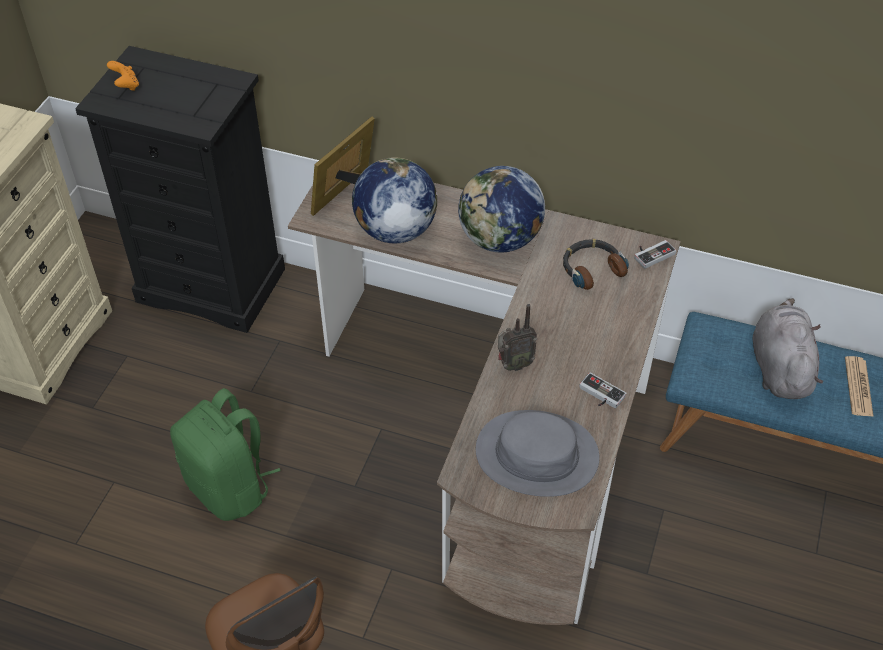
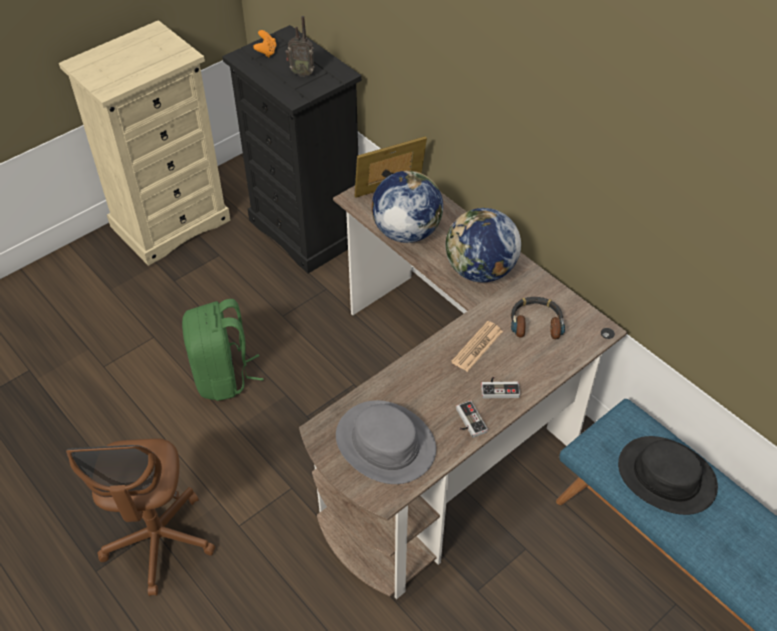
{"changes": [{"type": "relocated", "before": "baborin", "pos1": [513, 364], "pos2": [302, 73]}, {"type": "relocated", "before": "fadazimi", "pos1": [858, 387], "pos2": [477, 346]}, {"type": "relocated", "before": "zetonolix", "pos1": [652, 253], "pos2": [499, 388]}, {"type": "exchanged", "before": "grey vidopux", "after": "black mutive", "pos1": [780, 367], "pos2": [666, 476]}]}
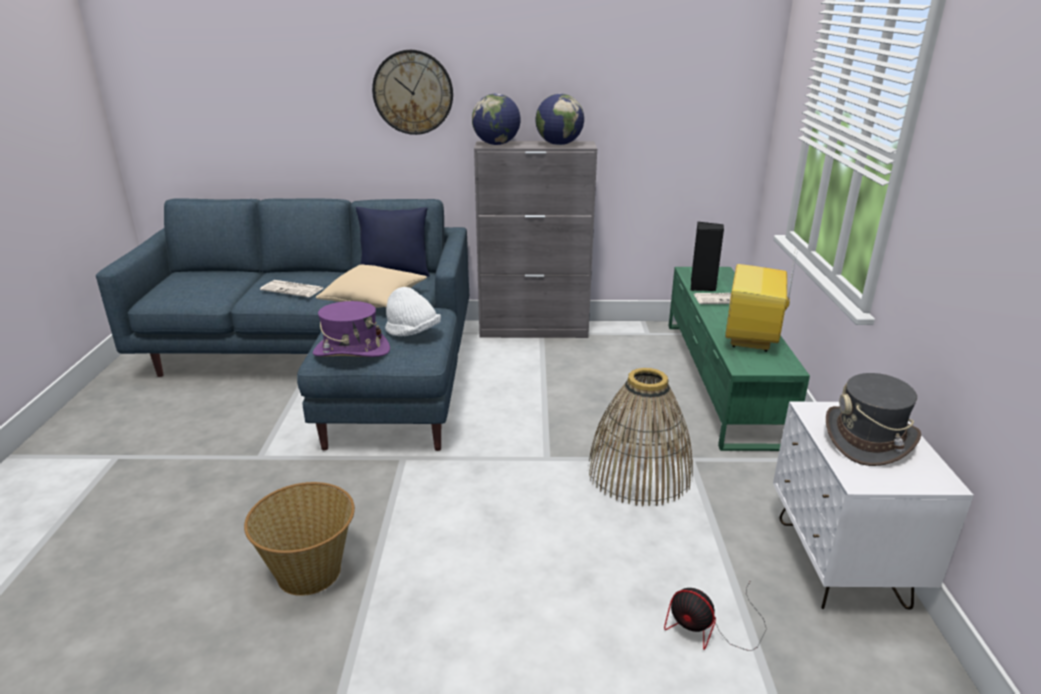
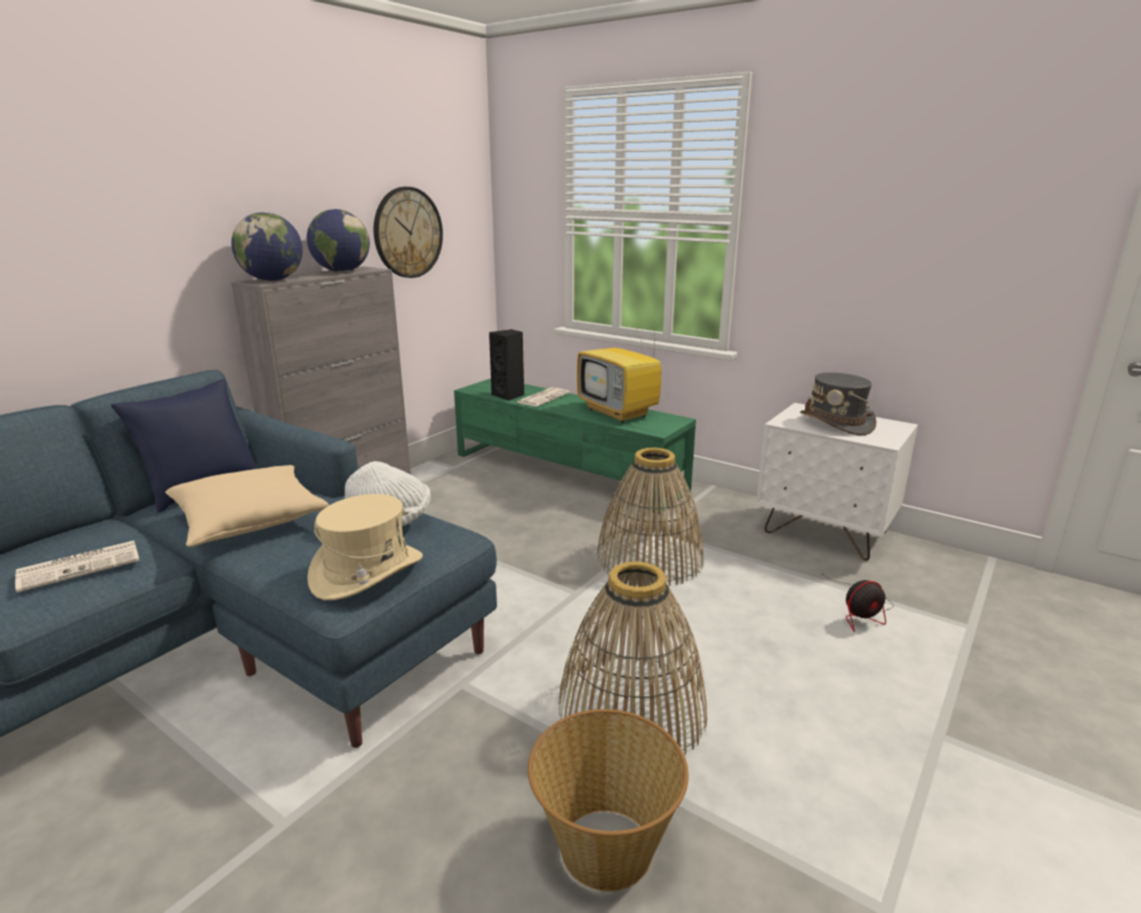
{"changes": [{"type": "colour", "before": "purple mutive", "after": "beige mutive", "pos1": [351, 351], "pos2": [367, 572]}, {"type": "relocated", "before": "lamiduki", "pos1": [413, 92], "pos2": [408, 233]}, {"type": "appeared", "after": "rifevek", "pos2": [631, 711]}]}
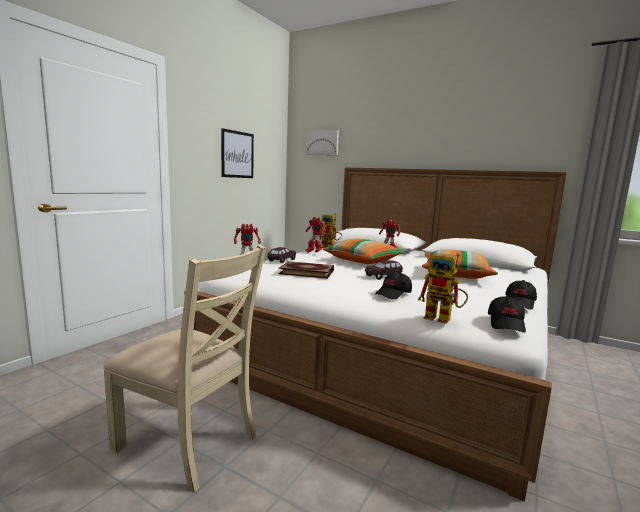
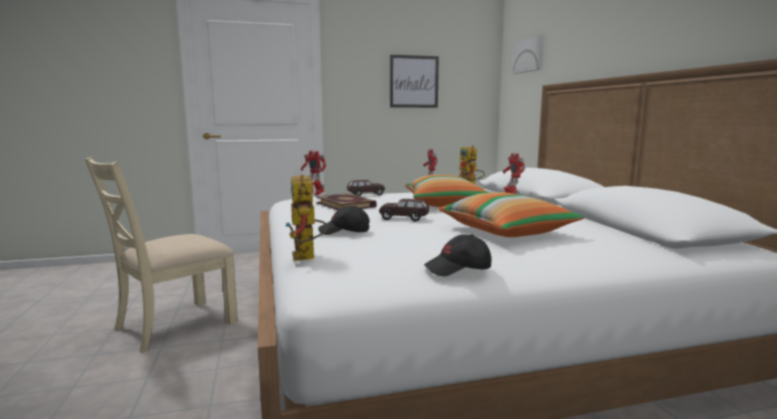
{"changes": [{"type": "spun", "before": "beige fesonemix", "pos1": [188, 441], "pos2": [174, 325], "turn": 60}, {"type": "missing", "before": "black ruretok", "pos1": [506, 324]}]}
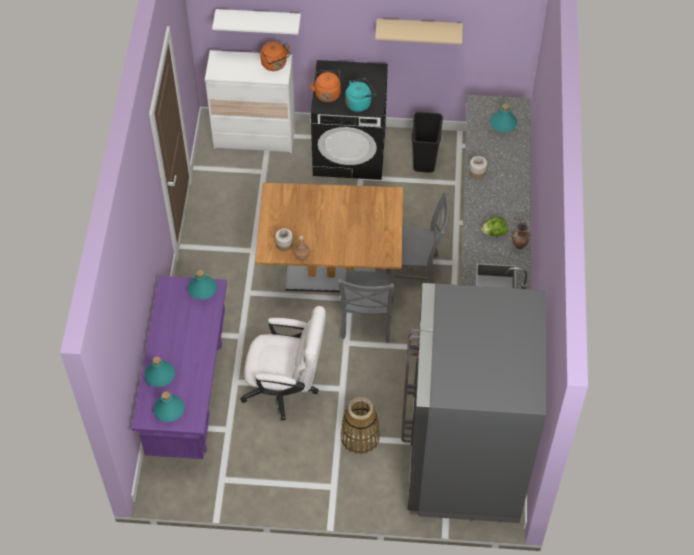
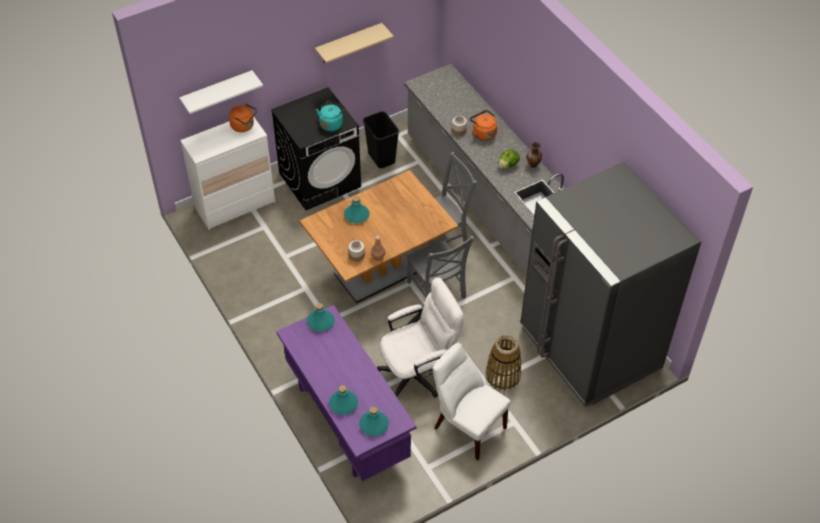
{"changes": [{"type": "relocated", "before": "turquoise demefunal", "pos1": [503, 124], "pos2": [356, 215]}, {"type": "appeared", "after": "white fesonemix", "pos2": [467, 426]}, {"type": "relocated", "before": "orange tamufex", "pos1": [327, 93], "pos2": [483, 134]}]}
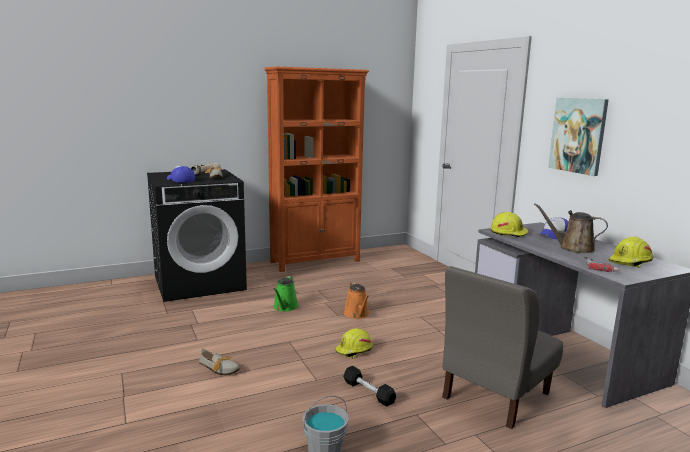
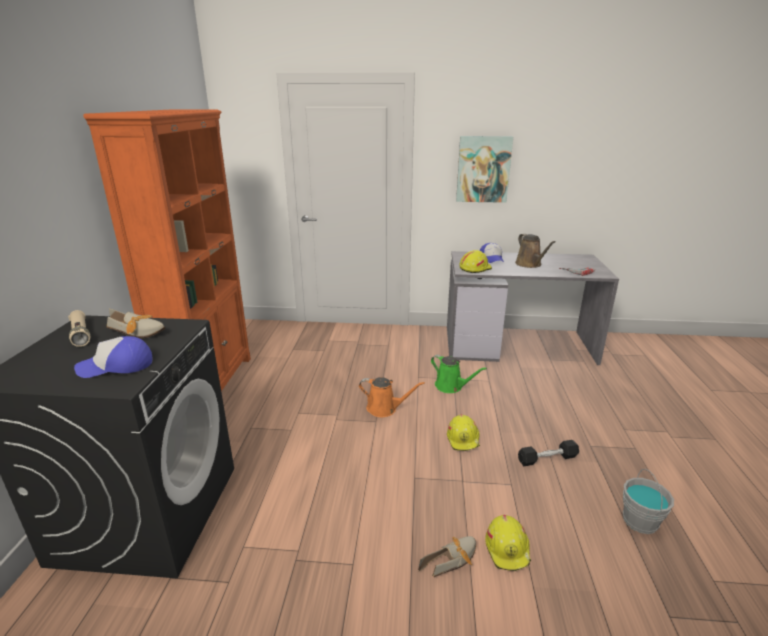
{"changes": [{"type": "relocated", "before": "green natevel", "pos1": [285, 307], "pos2": [451, 386]}, {"type": "relocated", "before": "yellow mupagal", "pos1": [630, 262], "pos2": [508, 549]}, {"type": "spun", "before": "brown natevel", "pos1": [572, 248], "pos2": [530, 264], "turn": -75}, {"type": "missing", "before": "grey fesonemix", "pos1": [495, 395]}]}
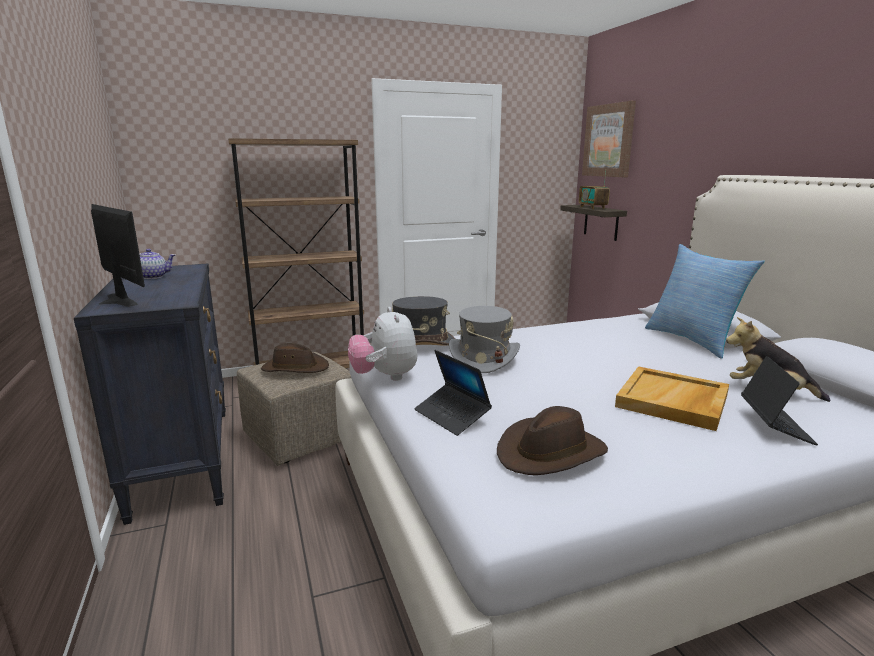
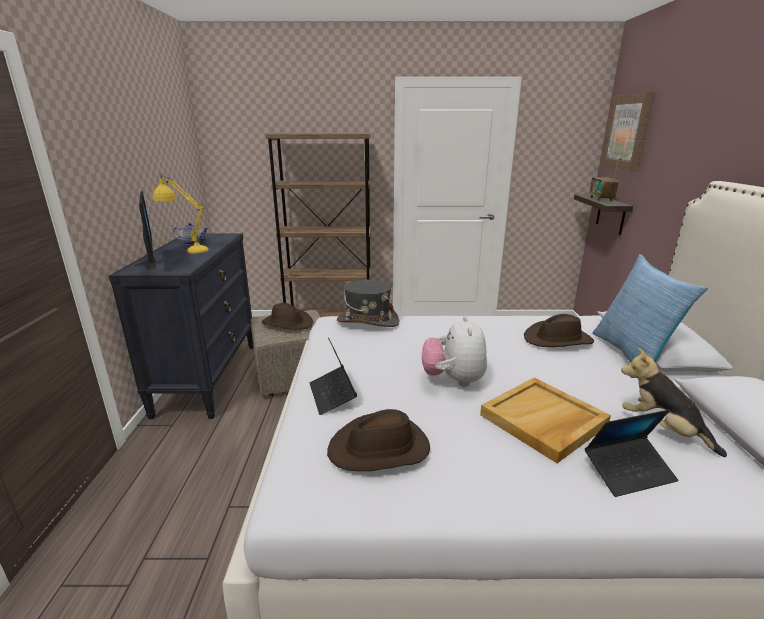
{"changes": [{"type": "appeared", "after": "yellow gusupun", "pos2": [187, 250]}, {"type": "relocated", "before": "vidopux", "pos1": [384, 377], "pos2": [453, 380]}, {"type": "appeared", "after": "brown mutive", "pos2": [558, 339]}, {"type": "spun", "before": "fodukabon", "pos1": [774, 425], "pos2": [628, 471], "turn": 45}, {"type": "missing", "before": "grey mutive", "pos1": [483, 358]}]}
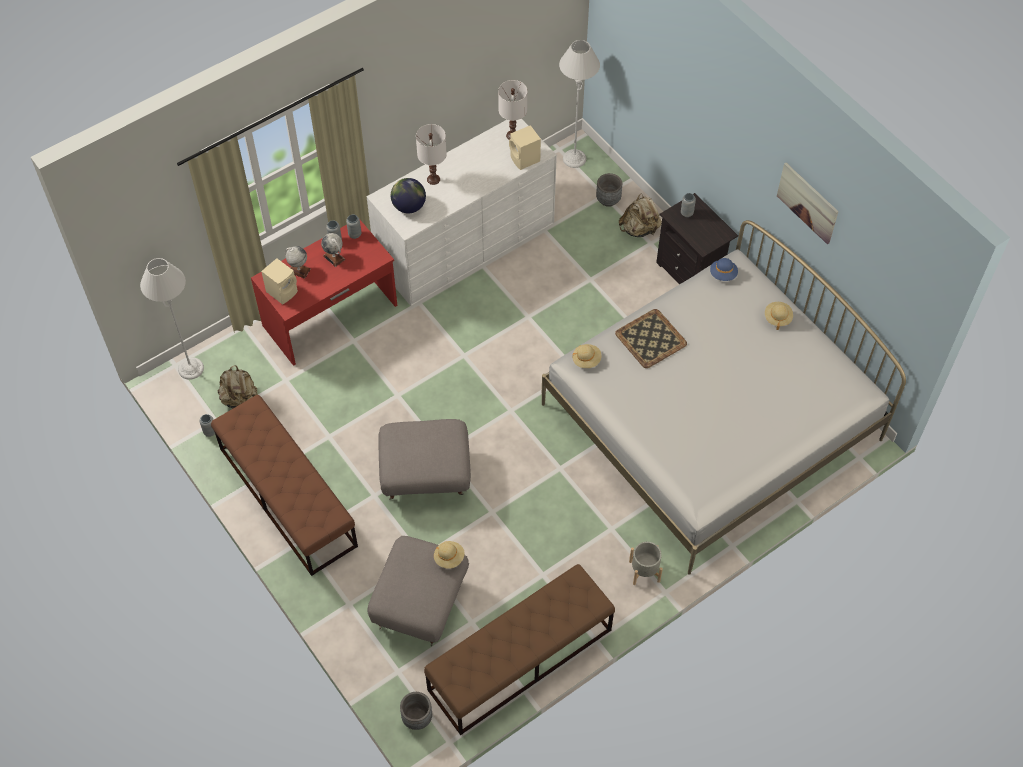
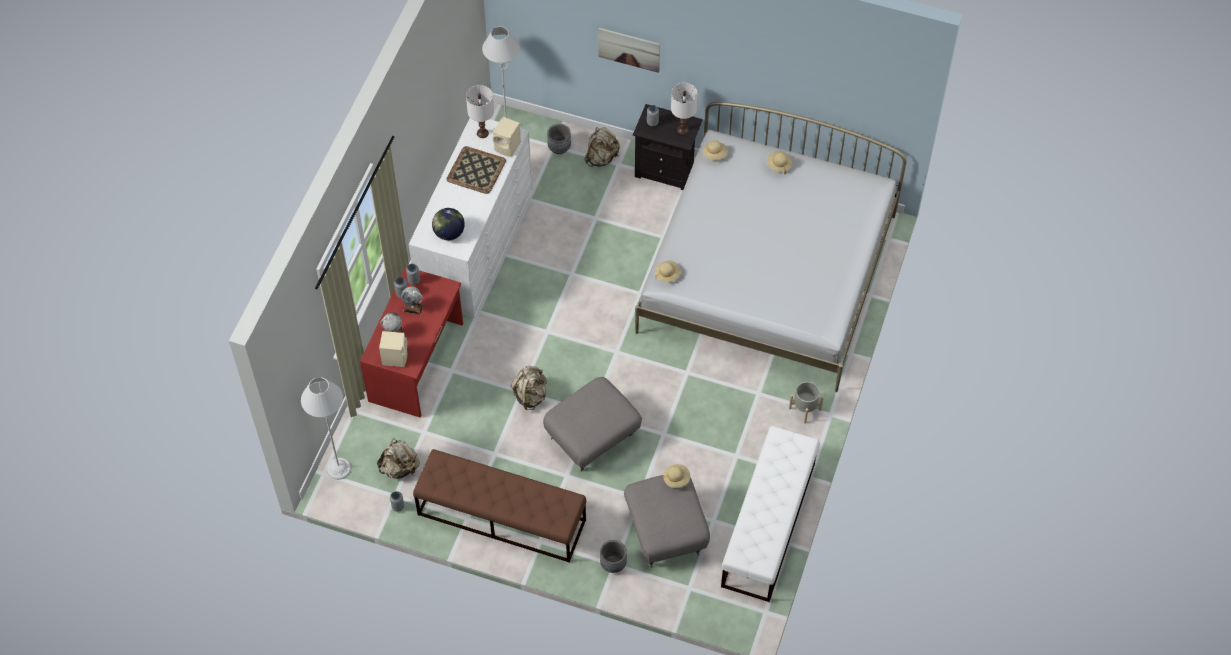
{"changes": [{"type": "relocated", "before": "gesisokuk", "pos1": [650, 338], "pos2": [475, 170]}, {"type": "appeared", "after": "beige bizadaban", "pos2": [531, 395]}, {"type": "relocated", "before": "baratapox", "pos1": [807, 202], "pos2": [629, 49]}, {"type": "relocated", "before": "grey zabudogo", "pos1": [417, 717], "pos2": [613, 563]}, {"type": "relocated", "before": "white gusupun", "pos1": [433, 179], "pos2": [682, 130]}, {"type": "colour", "before": "blue mutive", "after": "beige mutive", "pos1": [723, 274], "pos2": [714, 155]}, {"type": "colour", "before": "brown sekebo", "after": "white sekebo", "pos1": [519, 660], "pos2": [768, 525]}]}
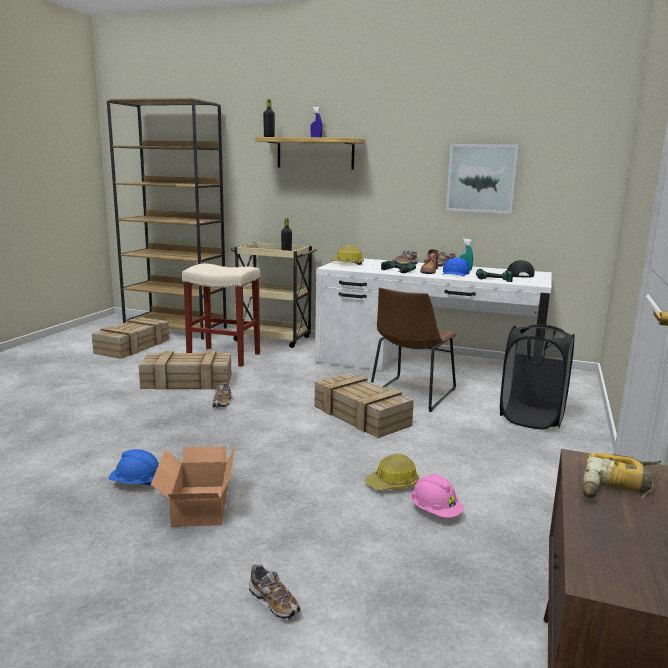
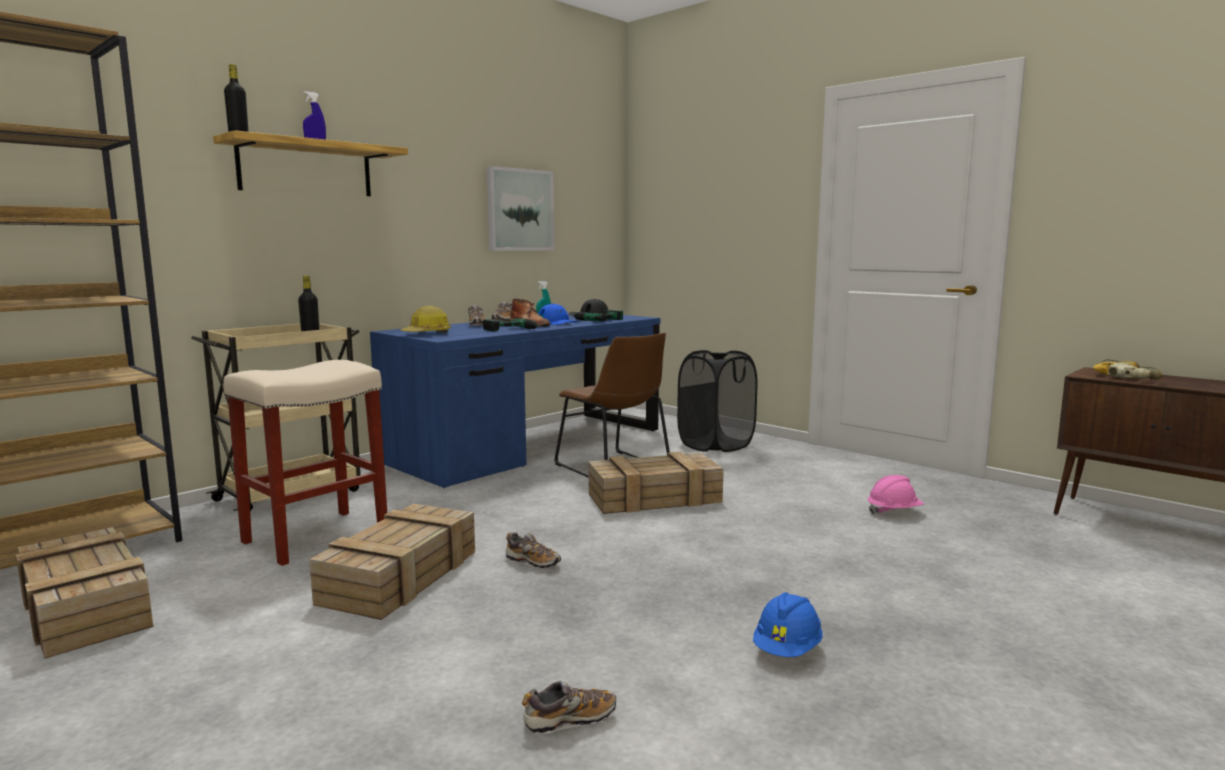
{"changes": [{"type": "colour", "before": "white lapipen", "after": "blue lapipen", "pos1": [428, 364], "pos2": [529, 446]}, {"type": "relocated", "before": "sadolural", "pos1": [273, 603], "pos2": [569, 720]}, {"type": "missing", "before": "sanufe", "pos1": [197, 506]}, {"type": "missing", "before": "mupagal", "pos1": [393, 483]}]}
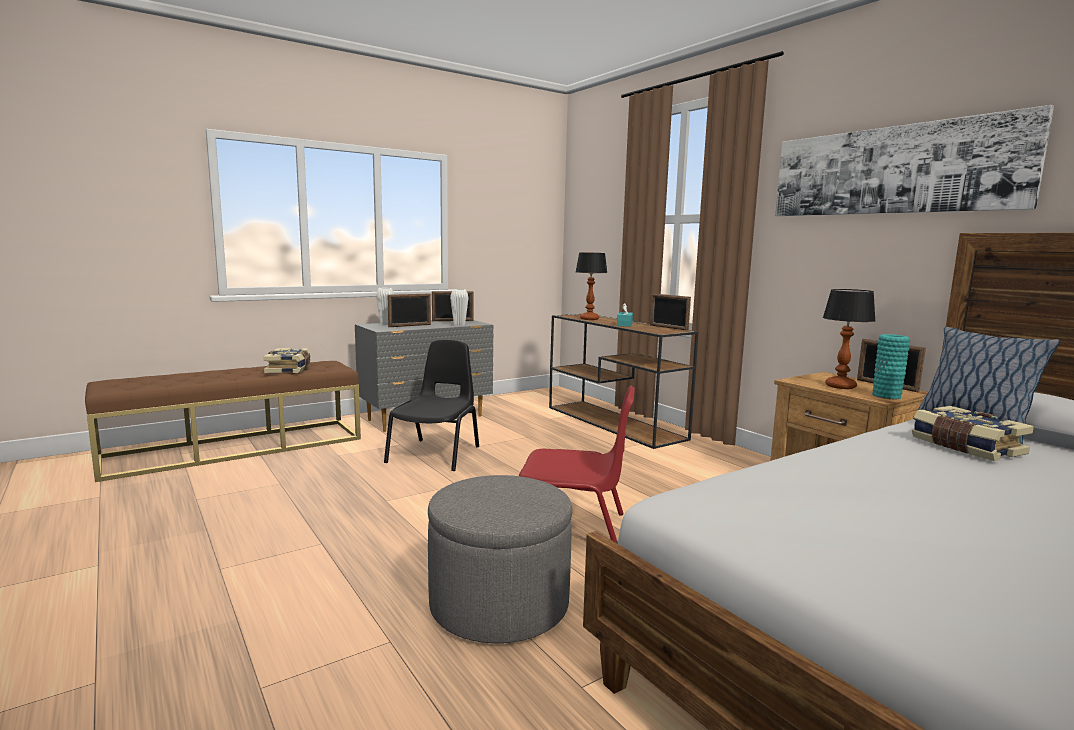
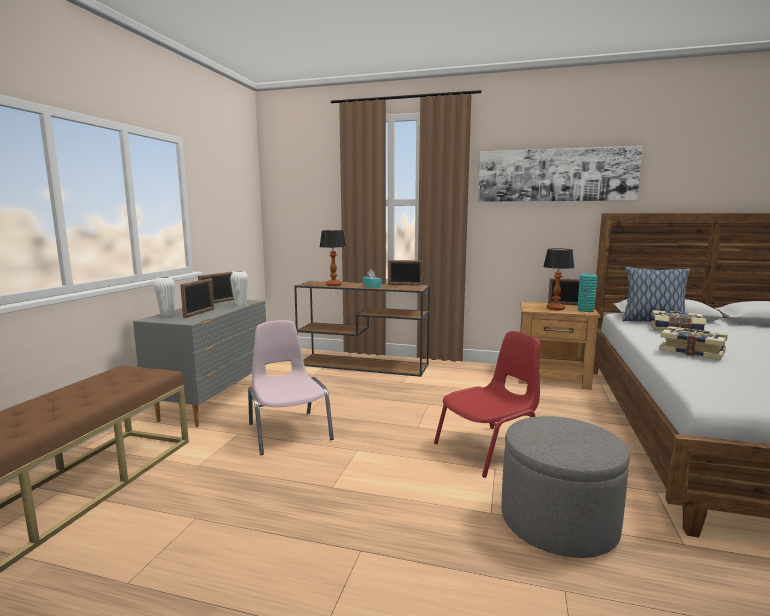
{"changes": [{"type": "colour", "before": "black fesonemix", "after": "pink fesonemix", "pos1": [436, 454], "pos2": [288, 431]}, {"type": "relocated", "before": "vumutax", "pos1": [289, 369], "pos2": [692, 351]}]}
